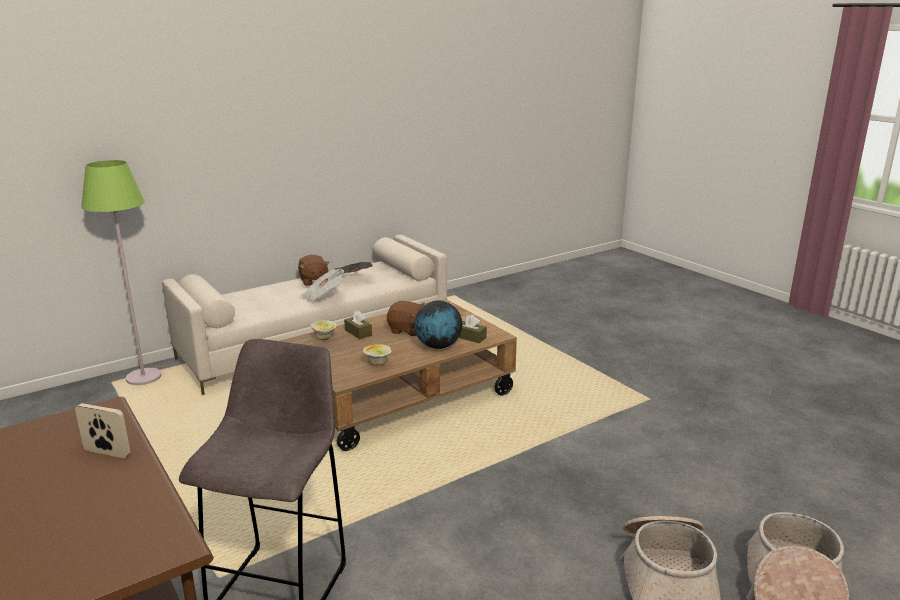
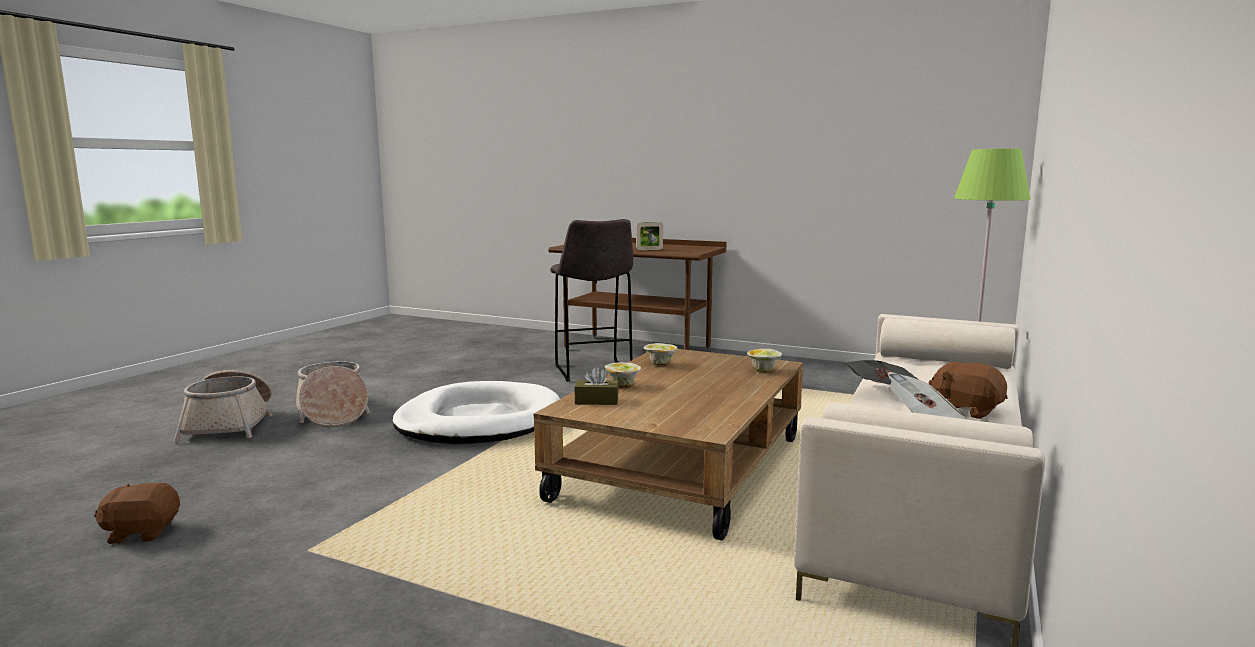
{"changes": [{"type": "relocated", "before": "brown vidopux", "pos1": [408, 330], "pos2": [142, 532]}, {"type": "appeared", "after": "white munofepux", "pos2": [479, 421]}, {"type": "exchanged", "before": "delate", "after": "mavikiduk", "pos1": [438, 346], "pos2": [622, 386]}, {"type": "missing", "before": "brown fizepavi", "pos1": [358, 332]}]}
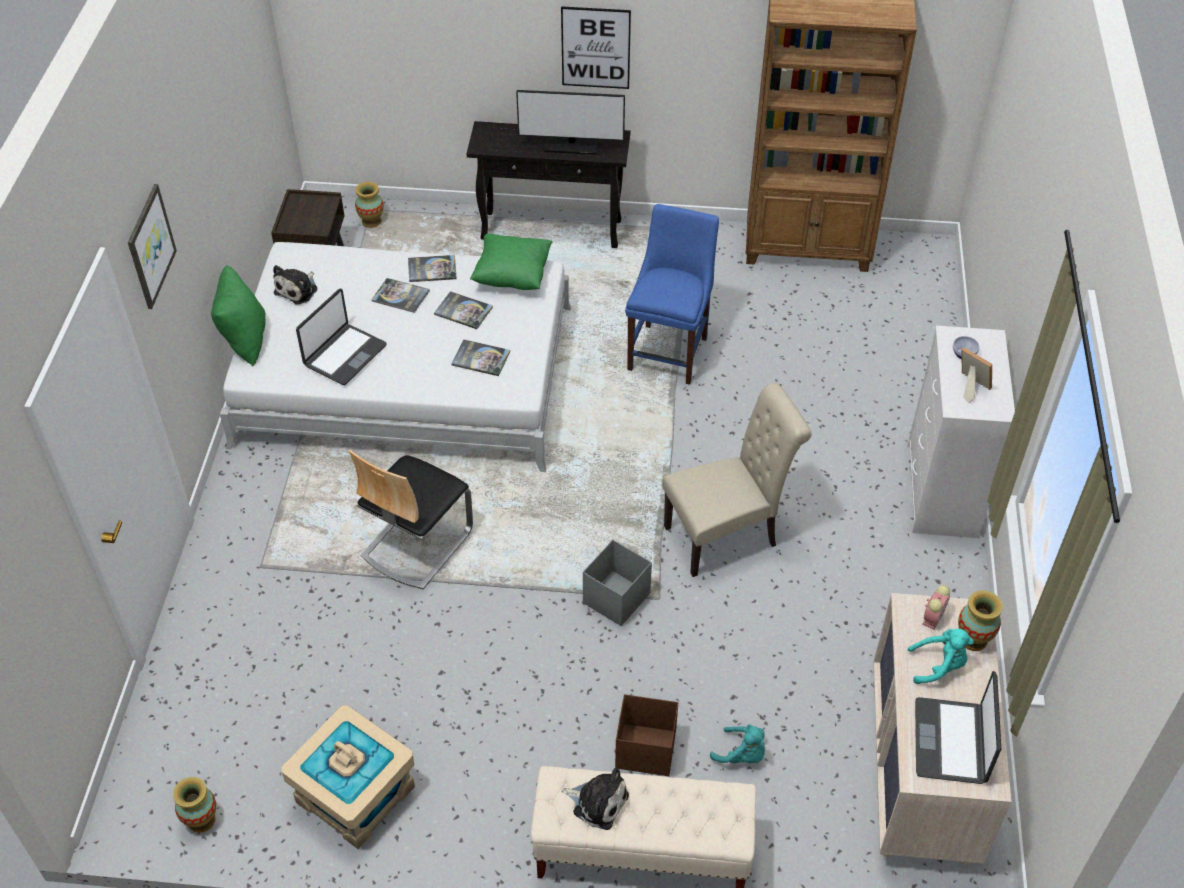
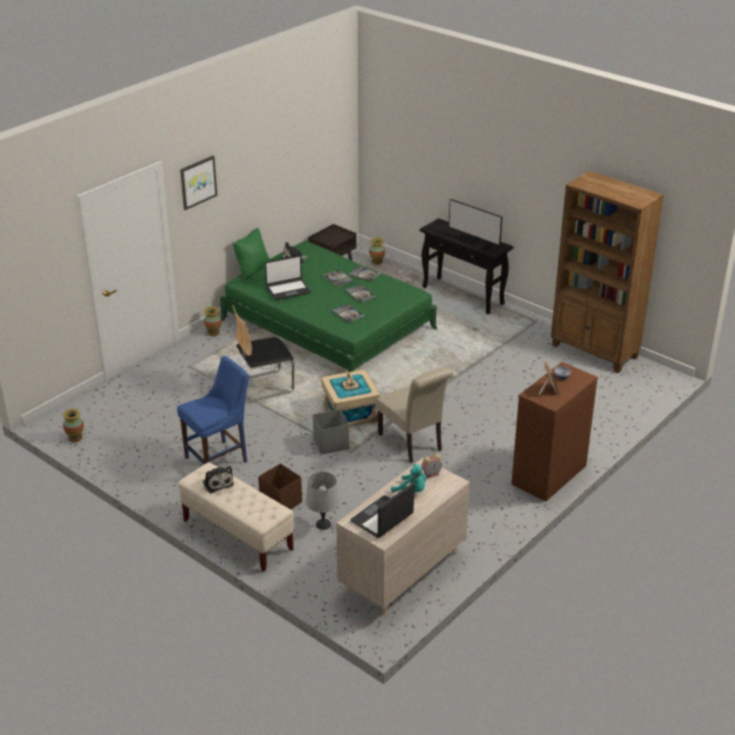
{"changes": [{"type": "relocated", "before": "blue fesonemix", "pos1": [669, 351], "pos2": [219, 458]}, {"type": "relocated", "before": "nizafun", "pos1": [973, 639], "pos2": [213, 333]}, {"type": "colour", "before": "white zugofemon", "after": "green zugofemon", "pos1": [406, 375], "pos2": [328, 324]}, {"type": "exchanged", "before": "turquoise vidopux", "after": "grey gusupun", "pos1": [742, 755], "pos2": [323, 524]}, {"type": "relocated", "before": "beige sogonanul", "pos1": [355, 795], "pos2": [350, 414]}, {"type": "spun", "before": "beige fesonemix", "pos1": [727, 535], "pos2": [413, 444], "turn": 45}, {"type": "colour", "before": "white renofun", "after": "brown renofun", "pos1": [942, 491], "pos2": [548, 475]}, {"type": "missing", "before": "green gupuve", "pos1": [512, 276]}, {"type": "missing", "before": "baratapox", "pos1": [595, 47]}]}
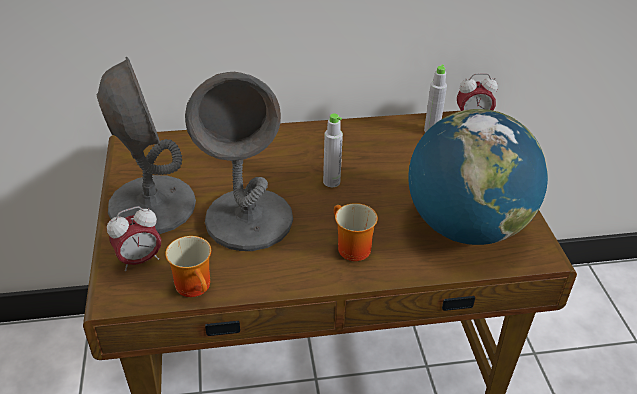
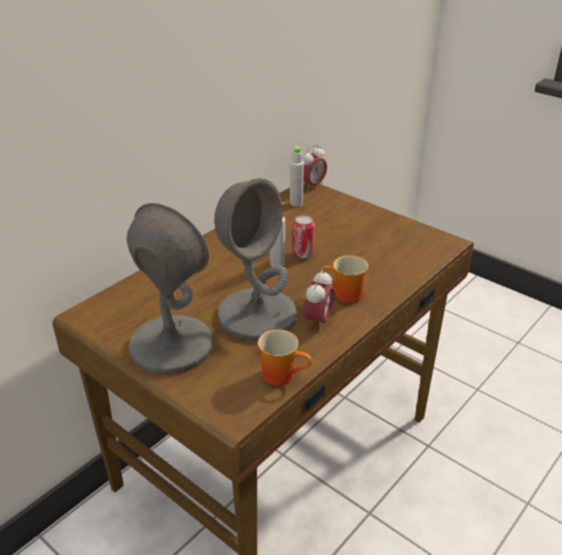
{"changes": [{"type": "appeared", "after": "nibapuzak", "pos2": [303, 254]}, {"type": "relocated", "before": "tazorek", "pos1": [139, 260], "pos2": [318, 321]}, {"type": "missing", "before": "delate", "pos1": [465, 227]}]}
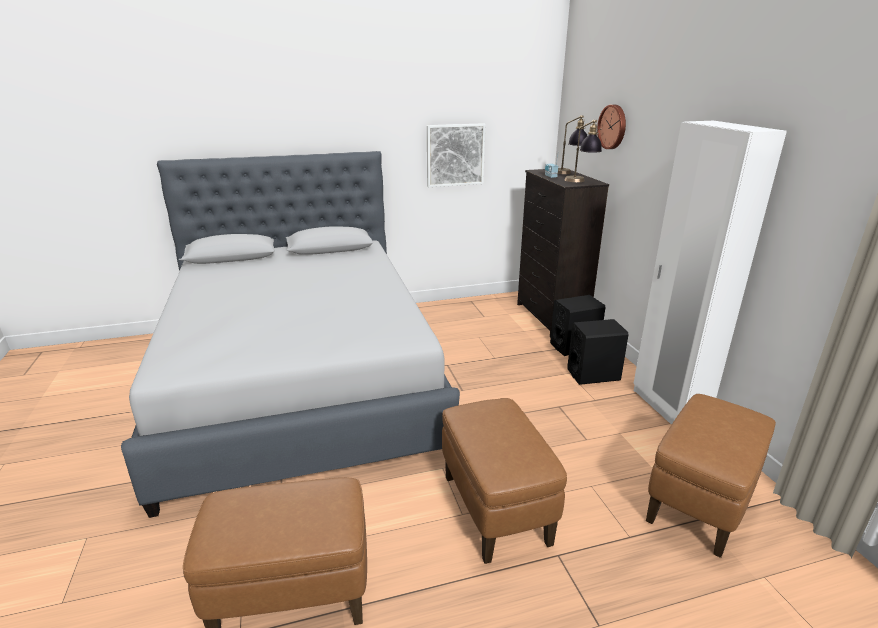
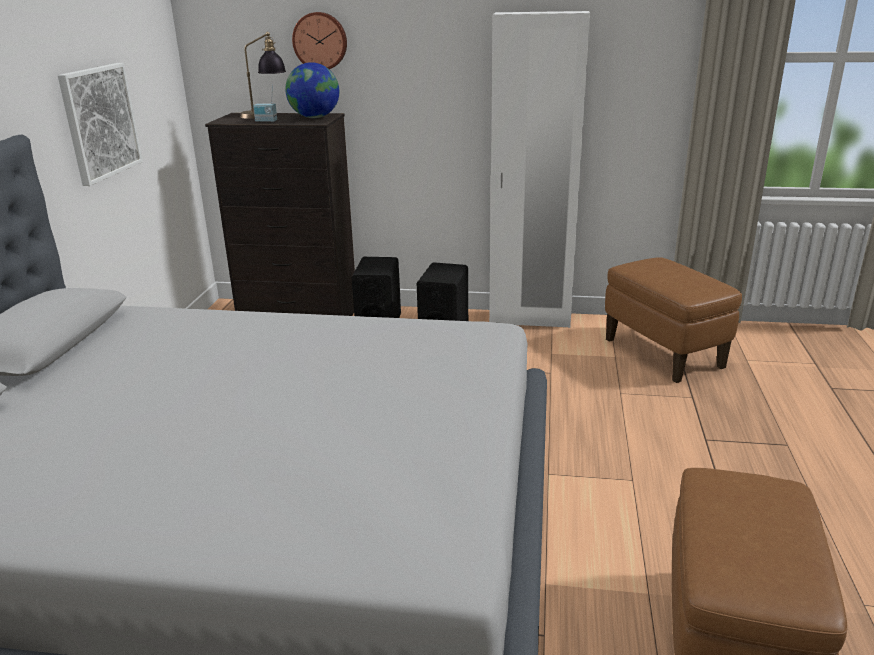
{"changes": [{"type": "exchanged", "before": "gusupun", "after": "delate", "pos1": [580, 181], "pos2": [315, 117]}, {"type": "missing", "before": "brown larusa", "pos1": [495, 510]}]}
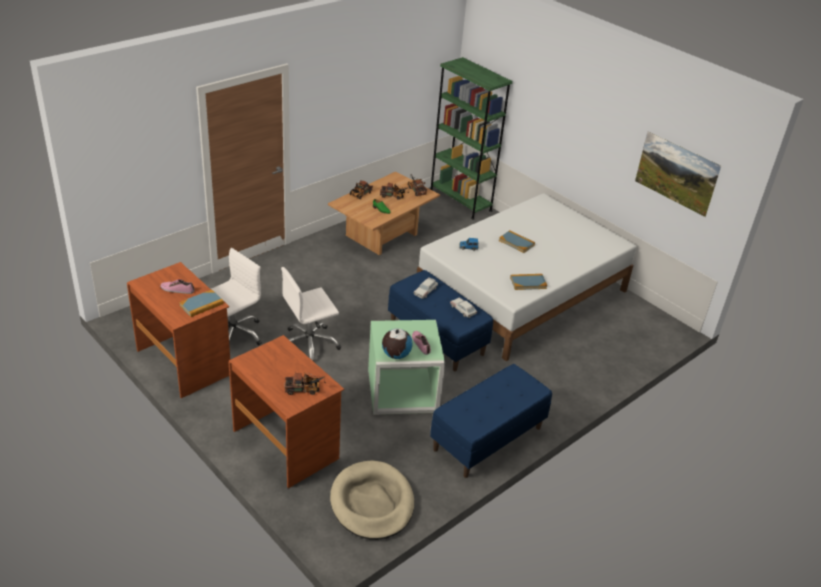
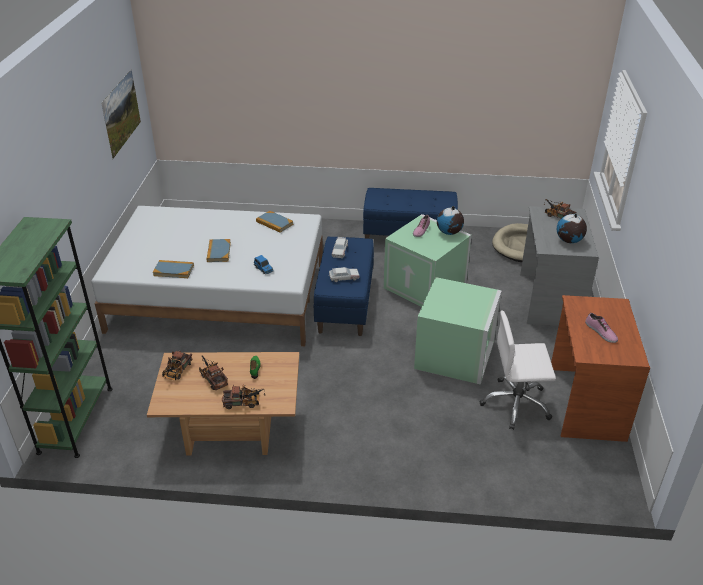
{"changes": [{"type": "relocated", "before": "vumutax", "pos1": [201, 305], "pos2": [173, 270]}, {"type": "exchanged", "before": "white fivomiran", "after": "green sogonanul", "pos1": [309, 344], "pos2": [455, 356]}, {"type": "colour", "before": "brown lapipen", "after": "grey lapipen", "pos1": [286, 444], "pos2": [549, 299]}, {"type": "appeared", "after": "delate", "pos2": [569, 241]}]}
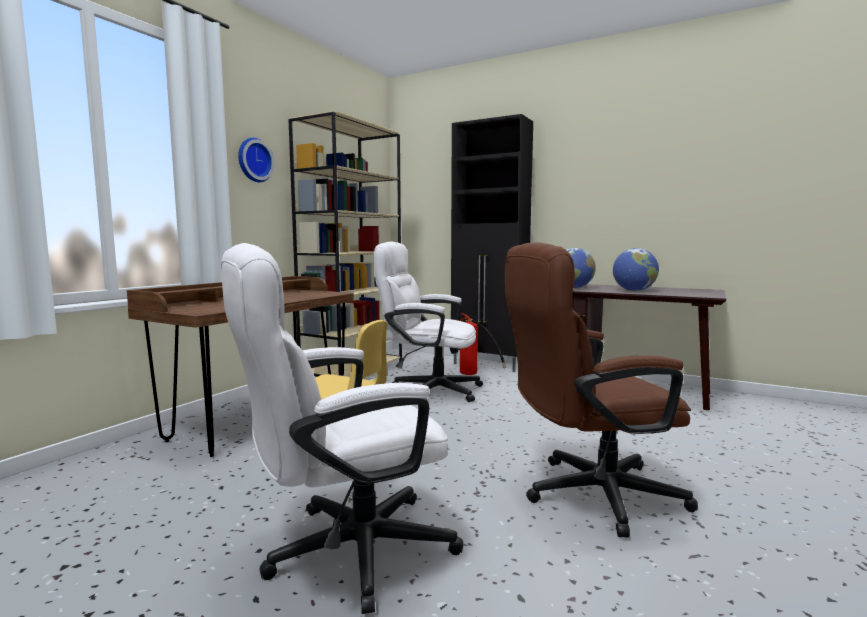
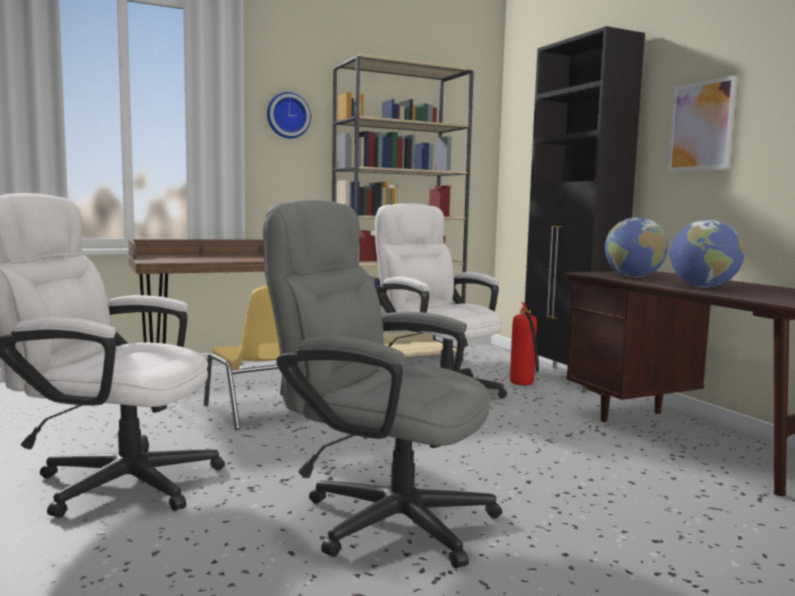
{"changes": [{"type": "colour", "before": "brown fivomiran", "after": "grey fivomiran", "pos1": [588, 495], "pos2": [381, 516]}, {"type": "appeared", "after": "baratapox", "pos2": [701, 126]}]}
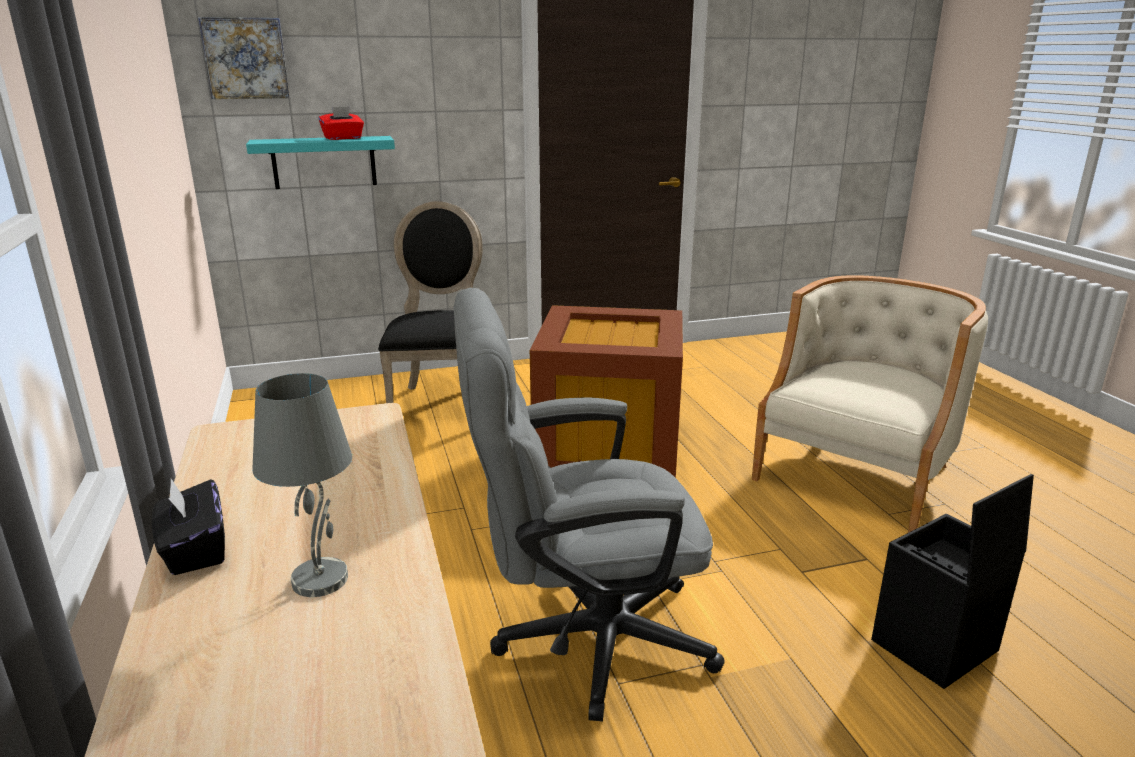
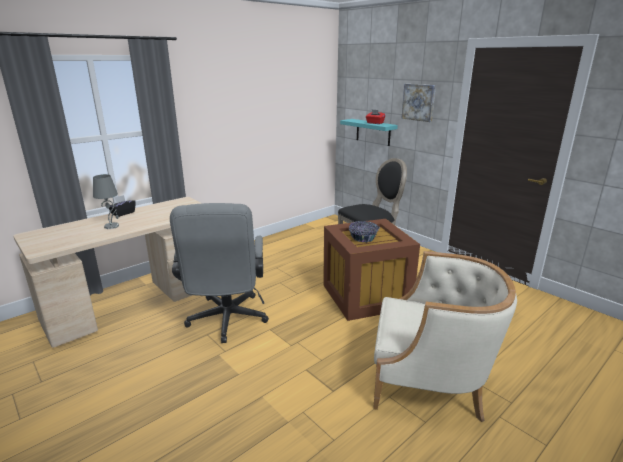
{"changes": [{"type": "spun", "before": "grey fivomiran", "pos1": [583, 640], "pos2": [226, 322], "turn": -150}, {"type": "appeared", "after": "mavikiduk", "pos2": [363, 237]}, {"type": "relocated", "before": "baratapox", "pos1": [245, 58], "pos2": [419, 102]}, {"type": "missing", "before": "black sogonanul", "pos1": [934, 647]}]}
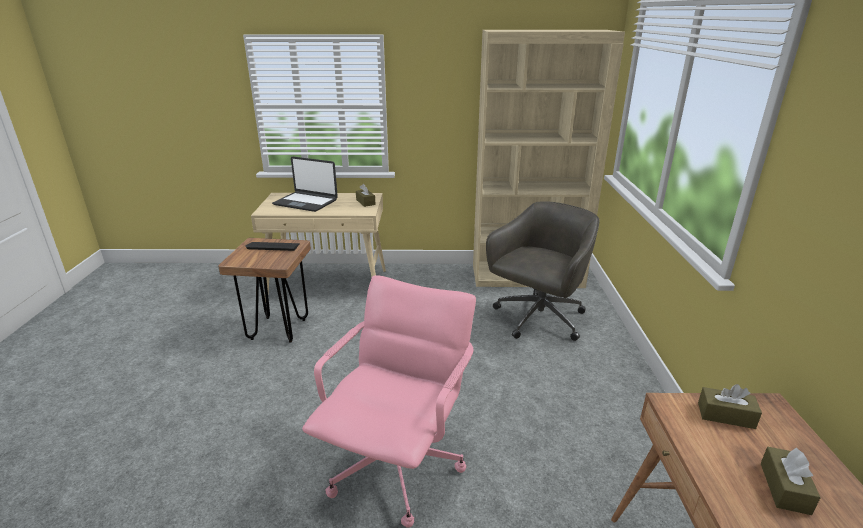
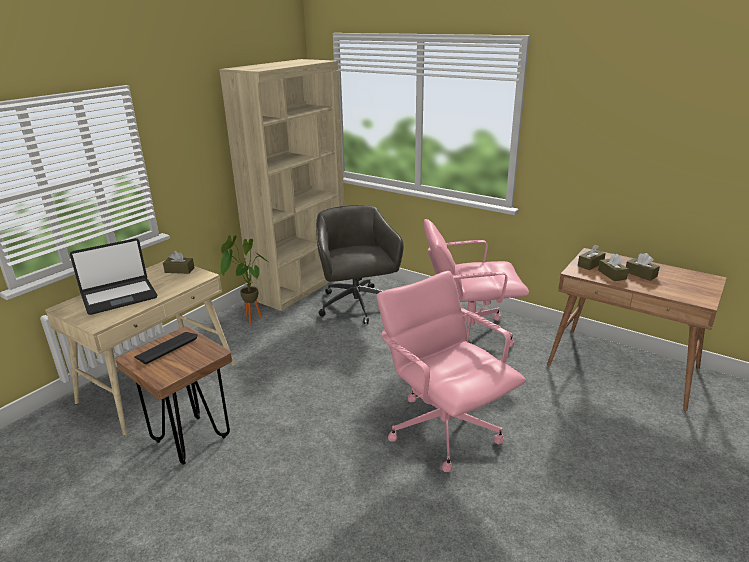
{"changes": [{"type": "appeared", "after": "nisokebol", "pos2": [248, 319]}, {"type": "appeared", "after": "pink fivomiran", "pos2": [468, 333]}, {"type": "appeared", "after": "brown fizepavi", "pos2": [611, 274]}]}
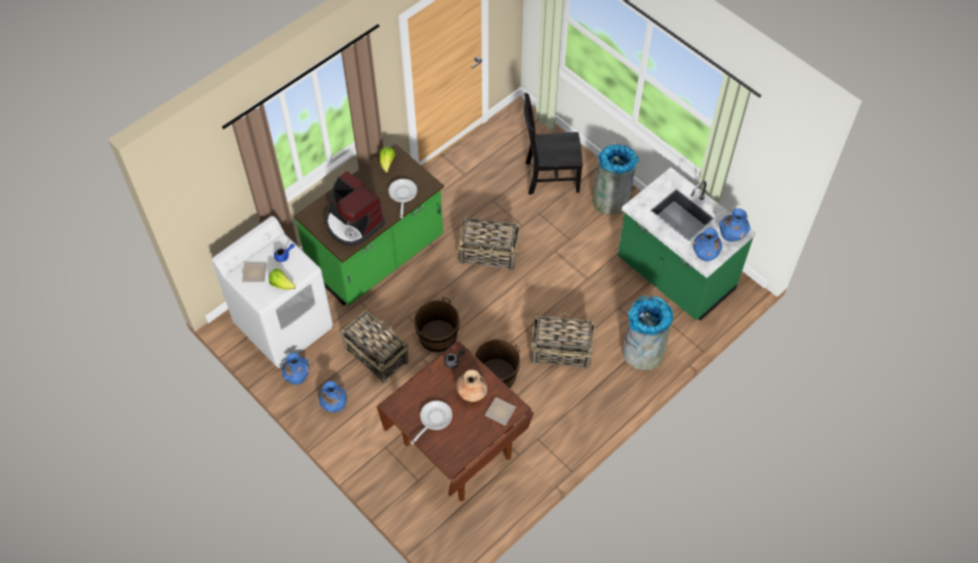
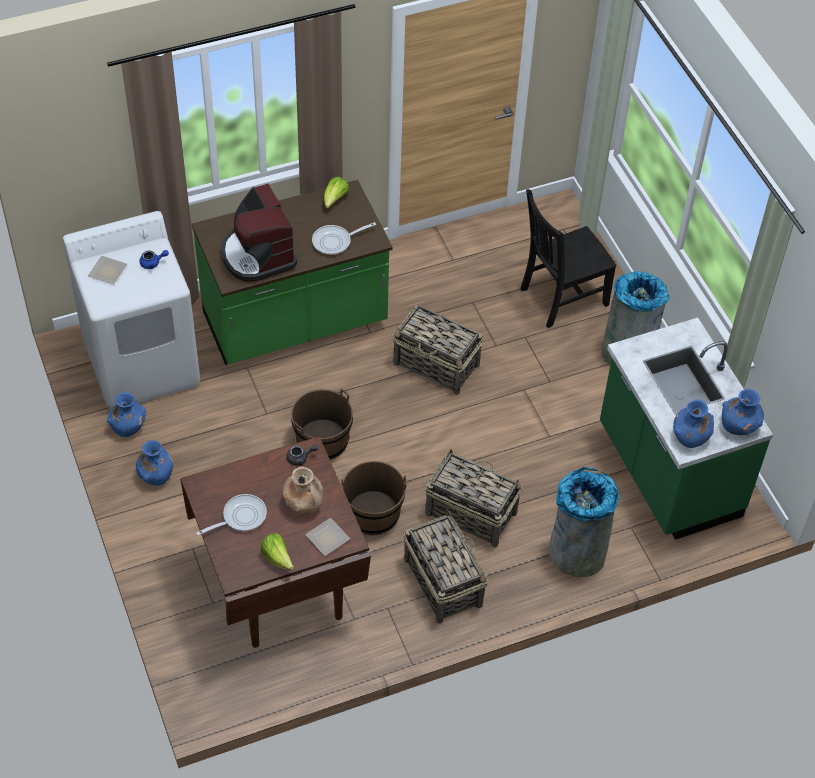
{"changes": [{"type": "relocated", "before": "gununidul", "pos1": [282, 284], "pos2": [277, 558]}, {"type": "spun", "before": "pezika", "pos1": [402, 195], "pos2": [335, 242], "turn": -135}, {"type": "relocated", "before": "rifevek", "pos1": [376, 355], "pos2": [442, 581]}, {"type": "spun", "before": "black fesonemix", "pos1": [549, 176], "pos2": [561, 297], "turn": -45}]}
